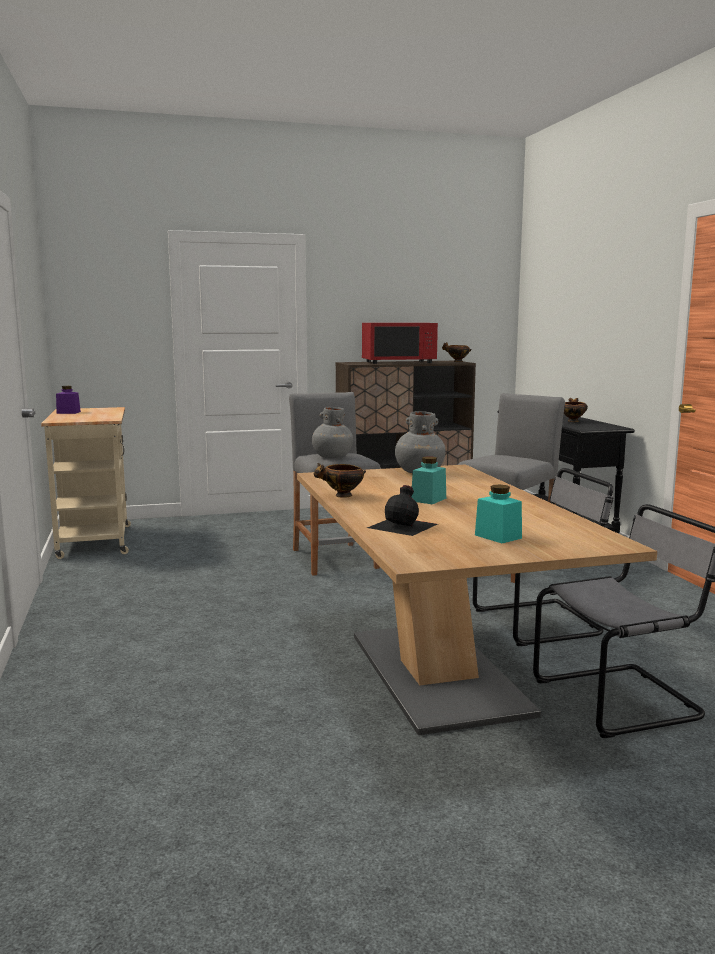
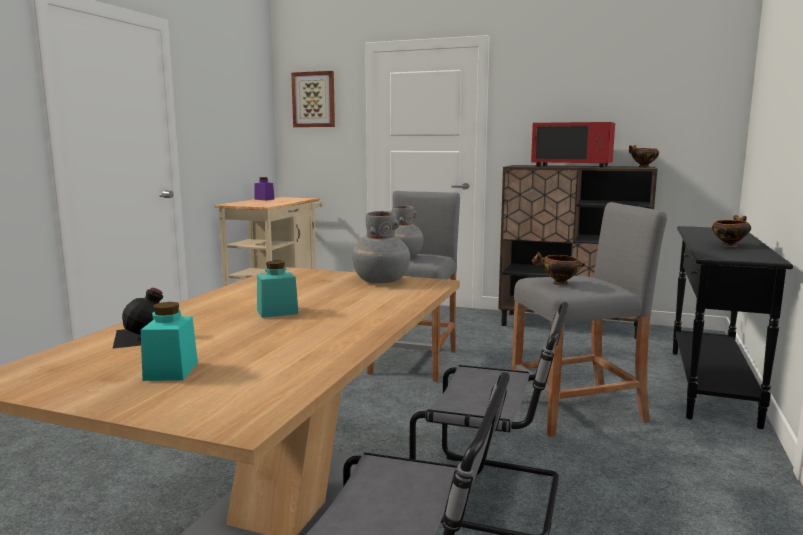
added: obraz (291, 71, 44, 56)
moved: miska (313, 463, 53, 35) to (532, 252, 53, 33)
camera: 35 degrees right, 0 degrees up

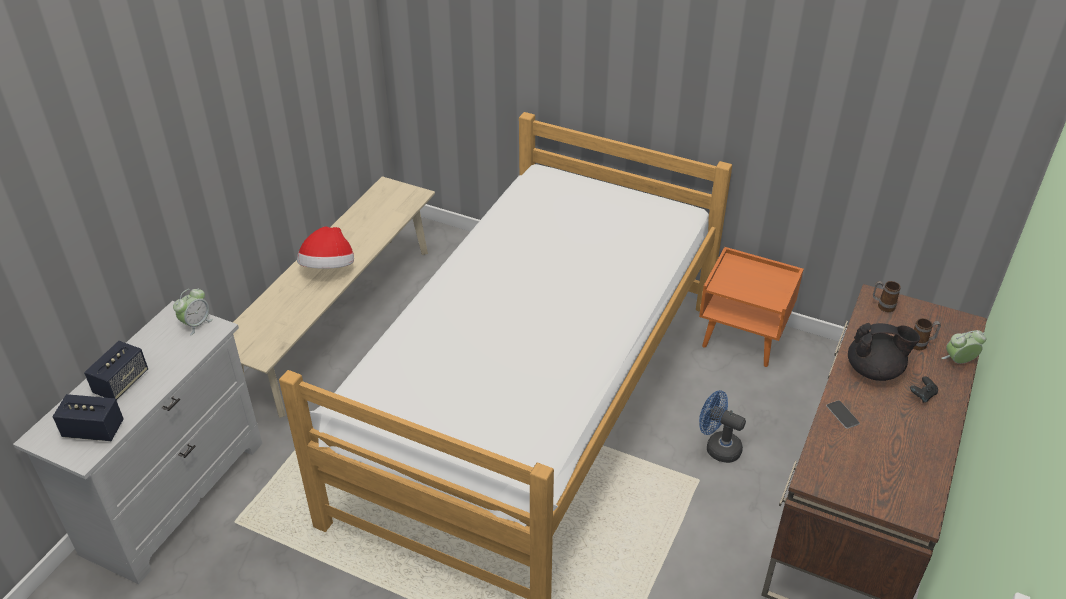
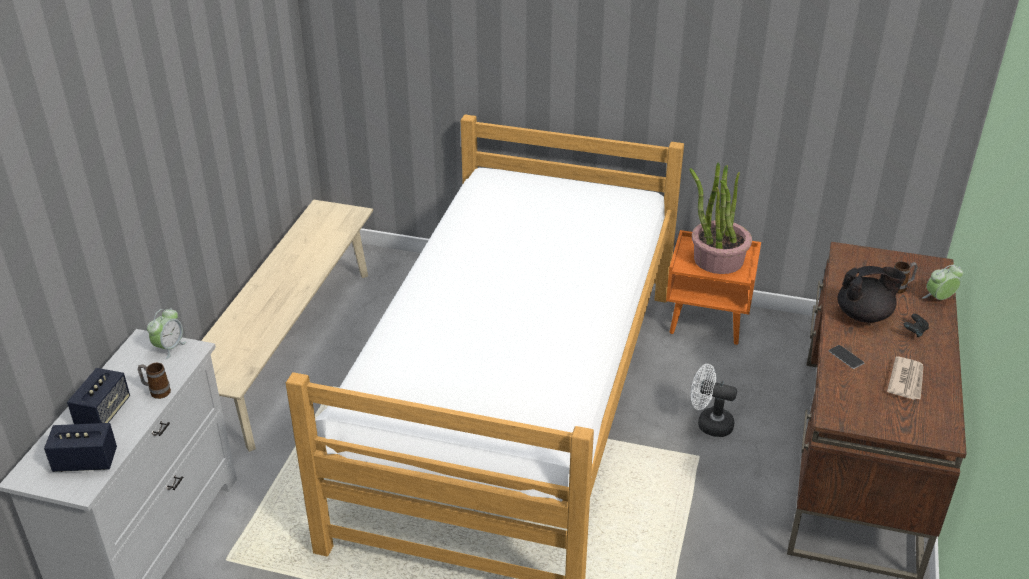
removed: kapelusz (297, 226, 57, 43)
added: roślina doniczkowa (690, 162, 62, 112); gazeta (887, 356, 36, 44)
moved: kubek (873, 281, 28, 31) to (138, 363, 33, 36)
recoloured: wentylator [niebieski] (699, 390, 47, 73) to wentylator [biały] (691, 364, 46, 73)
camera: 10 degrees left, 5 degrees down

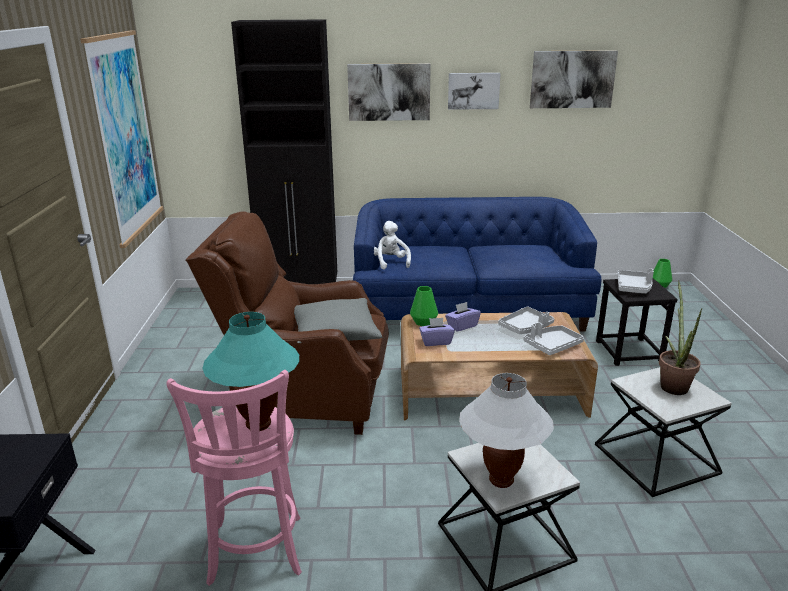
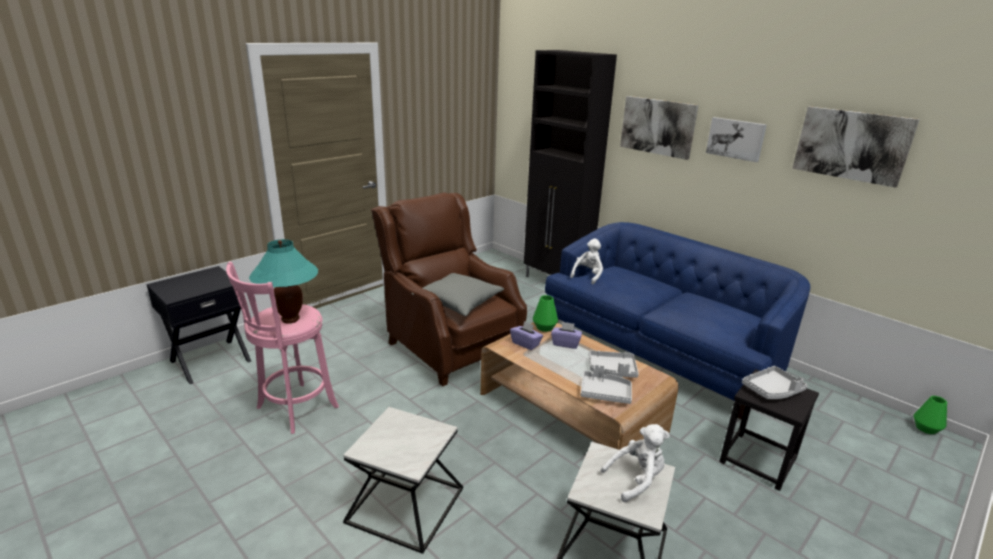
removed: obraz (80, 30, 83, 218); lampa stołowa [biały] (459, 373, 95, 115)
replaced: roślina doniczkowa (659, 280, 43, 115) to pluszak [biały] (601, 424, 69, 78)
camera: 45 degrees right, 0 degrees up

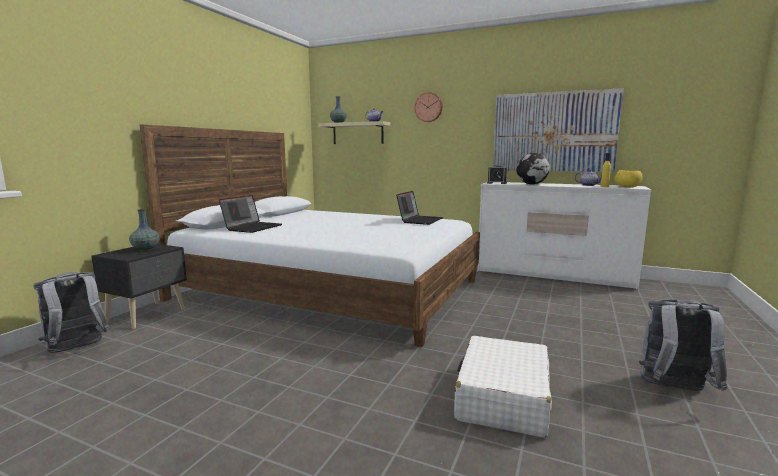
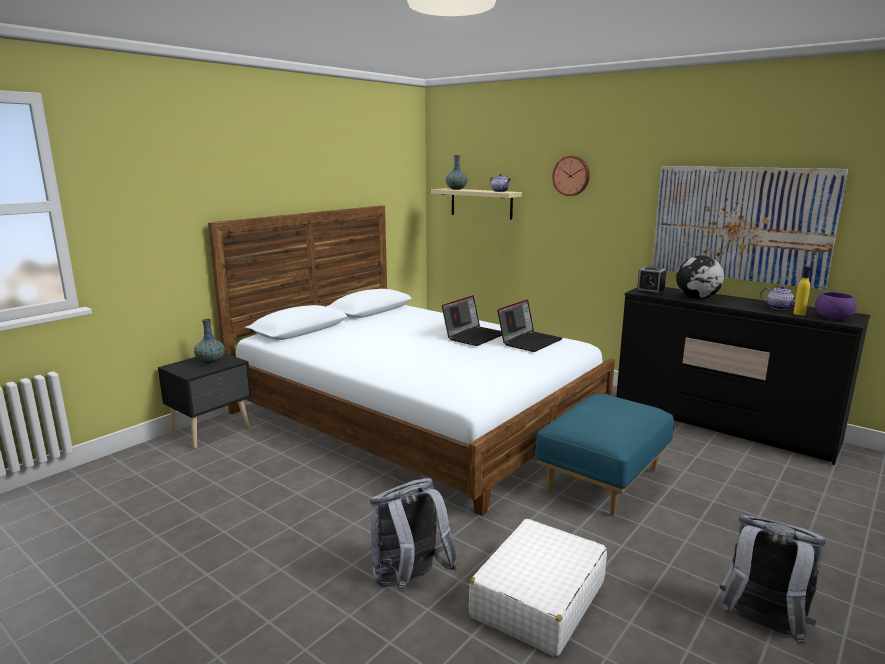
added: pufa [niebieski] (535, 394, 139, 122)
moved: plecak [szary] (34, 272, 77, 81) to (370, 478, 89, 114); laptop (219, 195, 63, 38) to (442, 295, 60, 51)
recoloured: komoda [biały] (477, 182, 175, 108) to komoda [czarny] (616, 287, 254, 178); miska [żółty] (615, 170, 28, 18) to miska [fioletowy] (815, 292, 42, 27)
camera: 15 degrees right, 5 degrees up

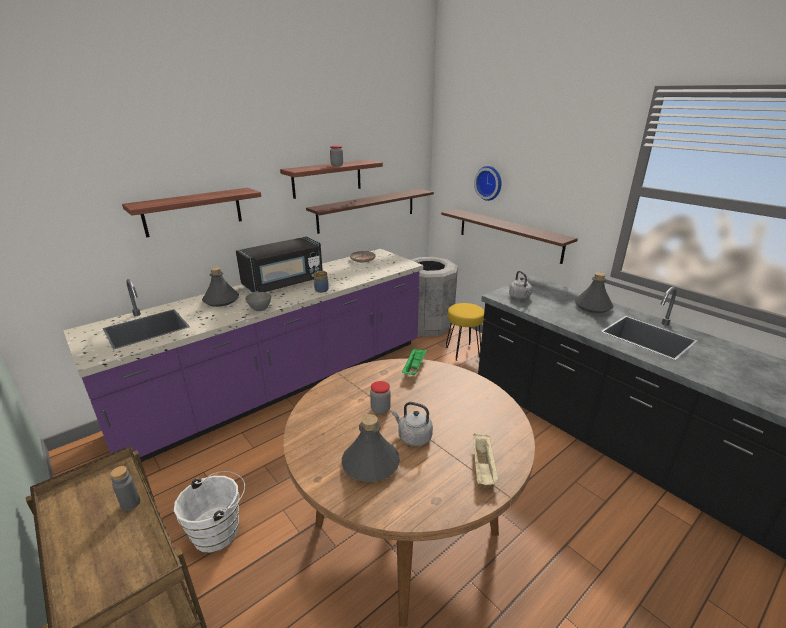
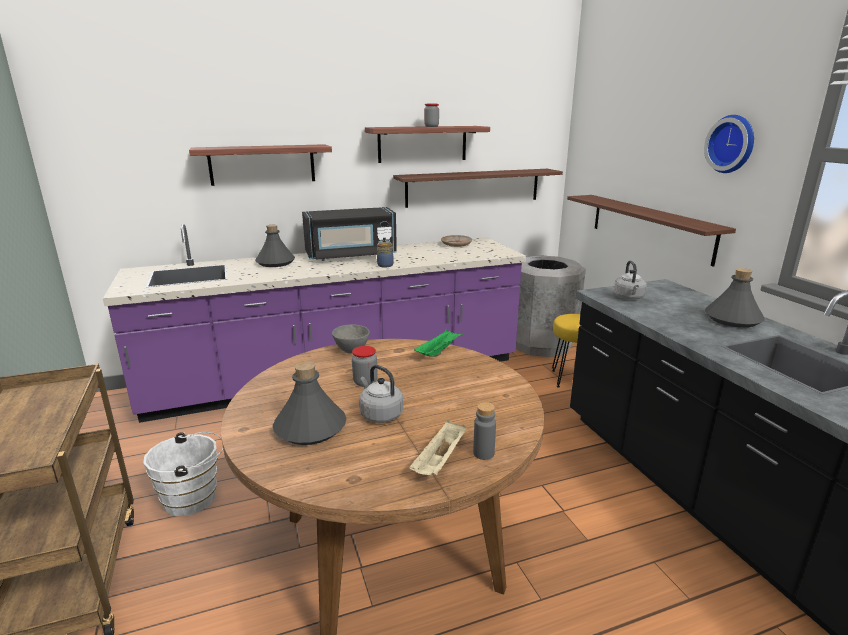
moved: miska [szary] (245, 292, 26, 19) to (332, 324, 37, 30); butelka [szary] (110, 466, 30, 45) to (473, 402, 23, 58); zegar ścienny (474, 166, 28, 35) to (704, 115, 50, 58)
camera: 20 degrees right, 5 degrees down

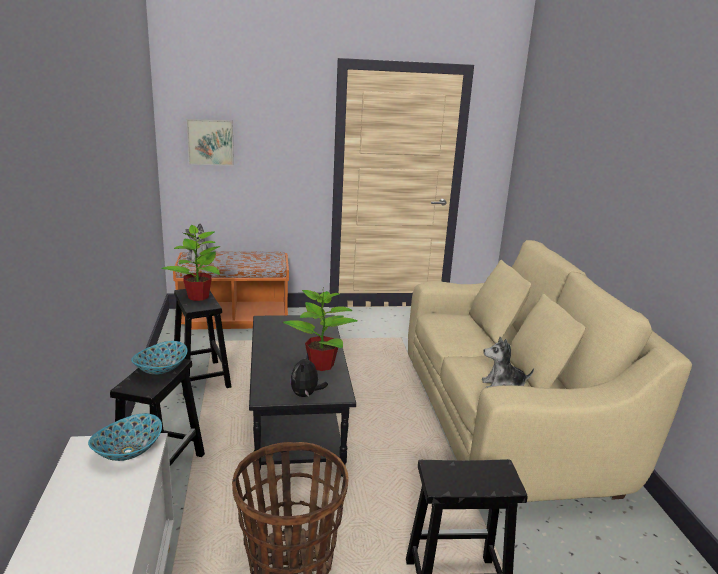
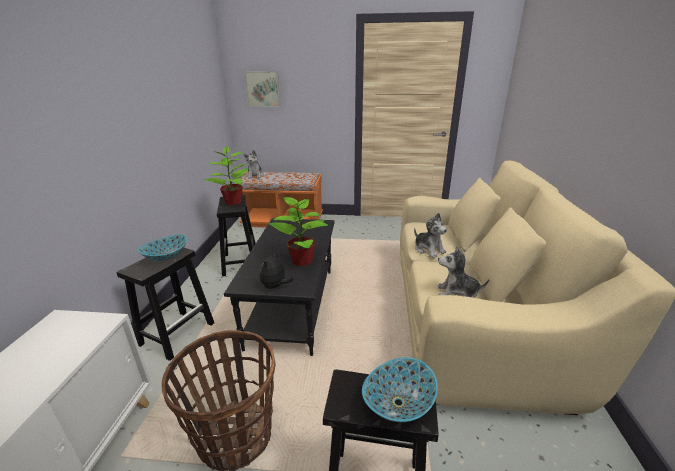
added: pluszak (414, 213, 33, 45)
moved: miska (88, 413, 74, 48) to (362, 357, 76, 65)
camera: 15 degrees right, 5 degrees up

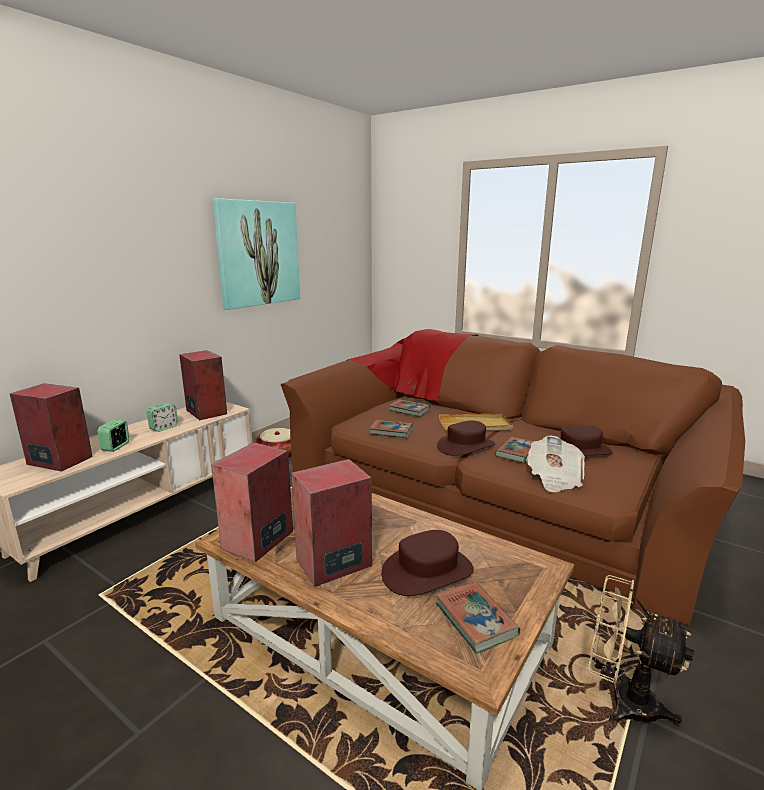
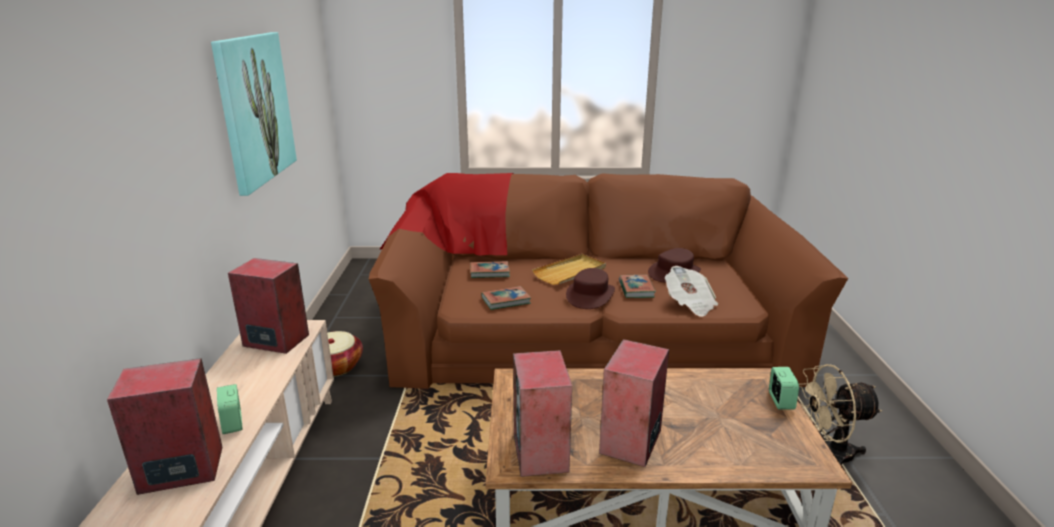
removed: kapelusz [brązowy] (381, 530, 93, 66); książka (436, 582, 84, 72)
moved: budzik (146, 403, 32, 29) to (769, 367, 30, 43)
camera: 35 degrees left, 5 degrees up

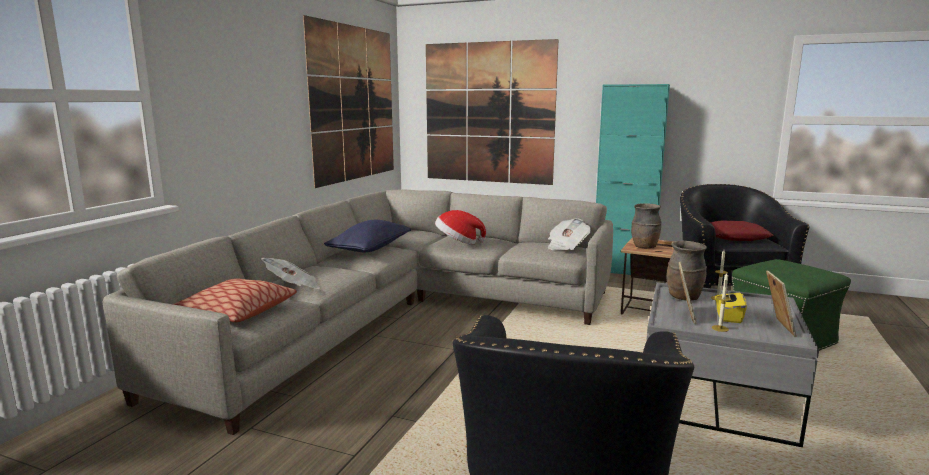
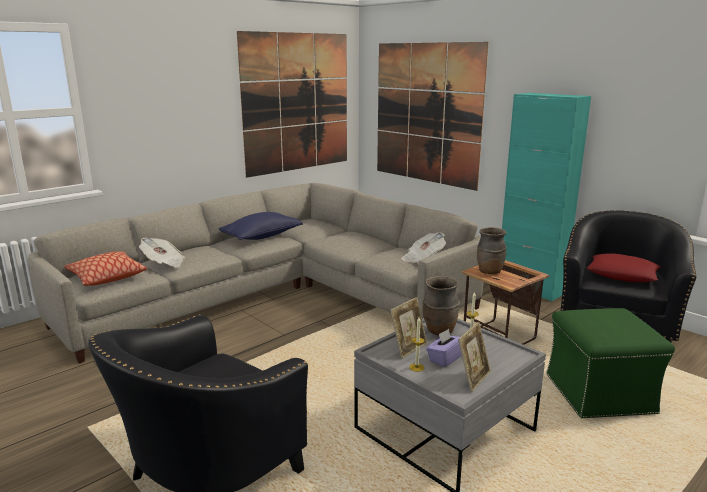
removed: kapelusz (435, 210, 51, 35)
recoloured: pudełko chusteczek [żółty] (715, 287, 32, 36) to pudełko chusteczek [fioletowy] (426, 329, 36, 38)
camera: 25 degrees right, 5 degrees up

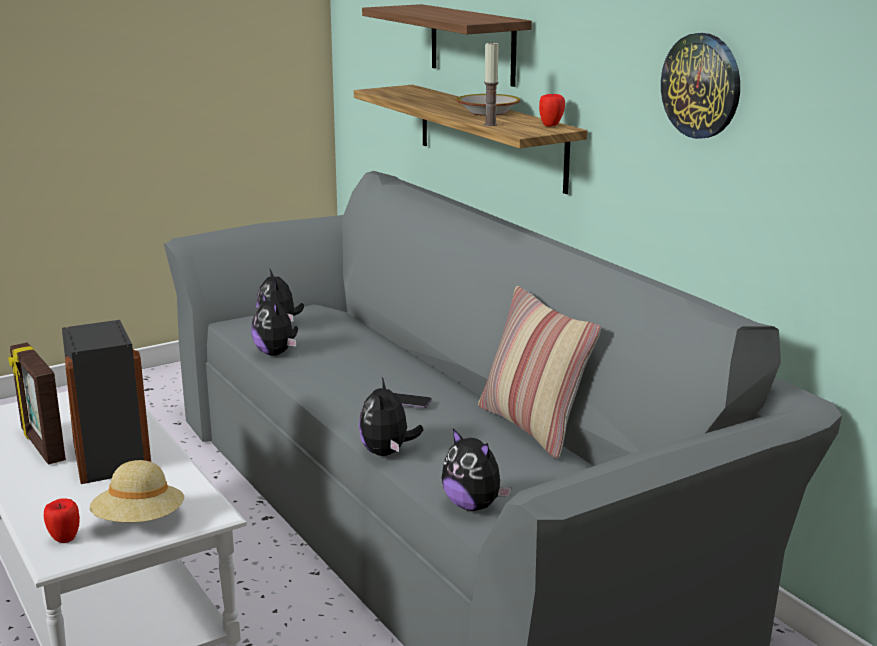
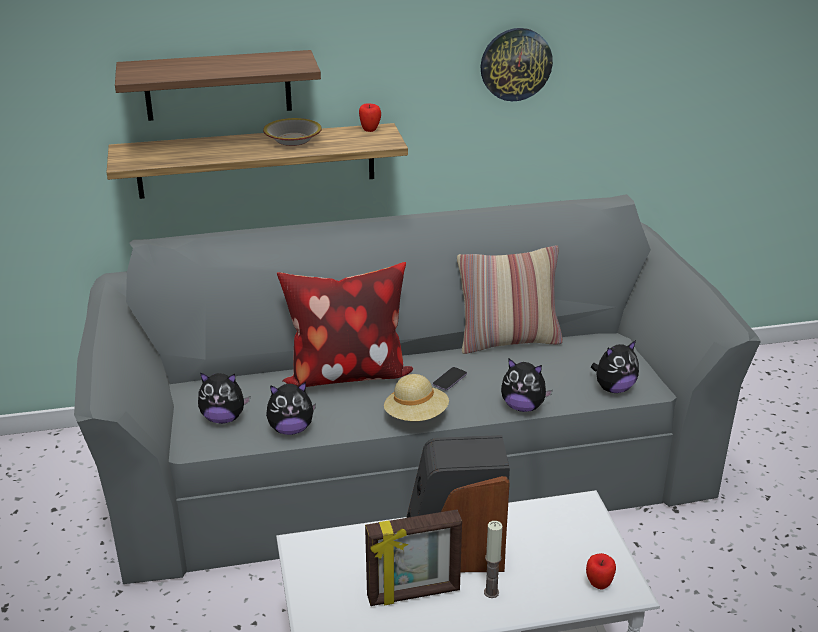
added: poduszka (277, 262, 136, 125)
moved: kapelusz [beżowy] (90, 460, 94, 62) to (384, 374, 65, 47); świeca (484, 43, 15, 83) to (484, 521, 19, 77)
camera: 70 degrees left, 10 degrees up

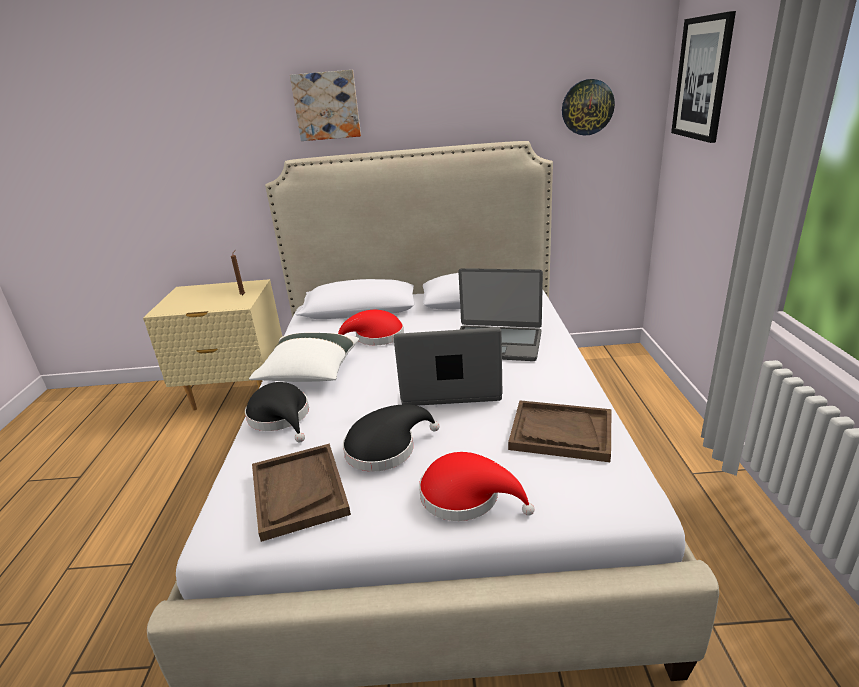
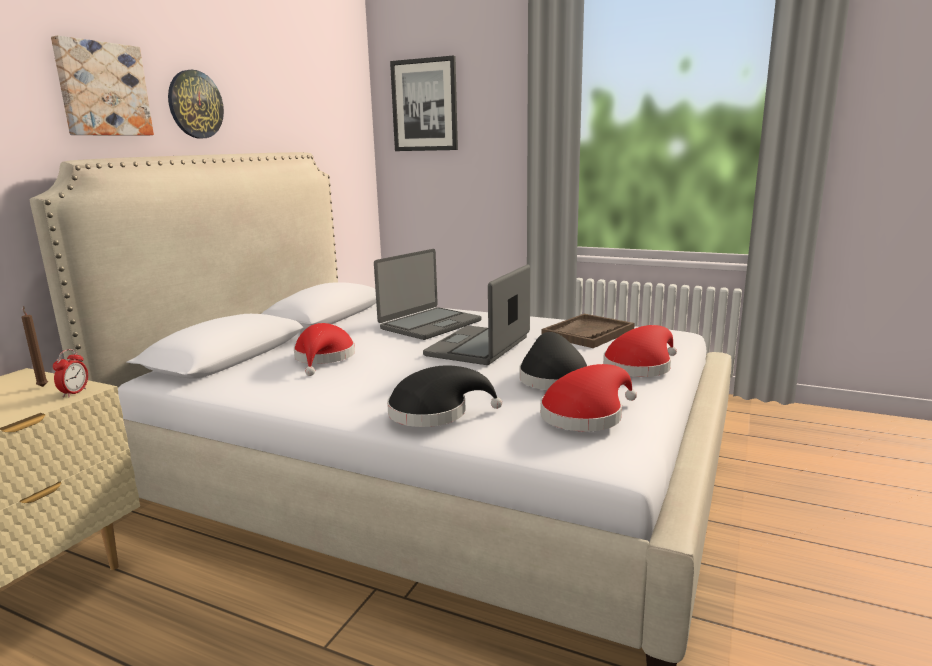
removed: poduszka [biały] (249, 333, 110, 49)
added: budzik (53, 349, 35, 48)
moved: zegar ścienny (562, 79, 53, 57) to (168, 70, 56, 68)
replaced: taca [brązowy] (252, 443, 99, 99) to kapelusz [czerwony] (540, 364, 97, 68)
camera: 65 degrees left, 10 degrees down

